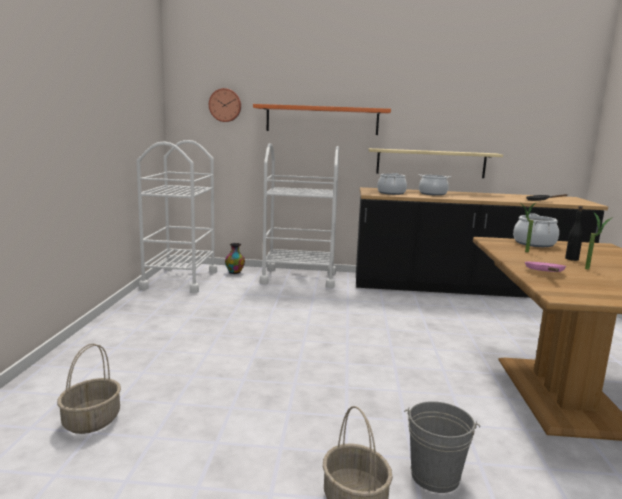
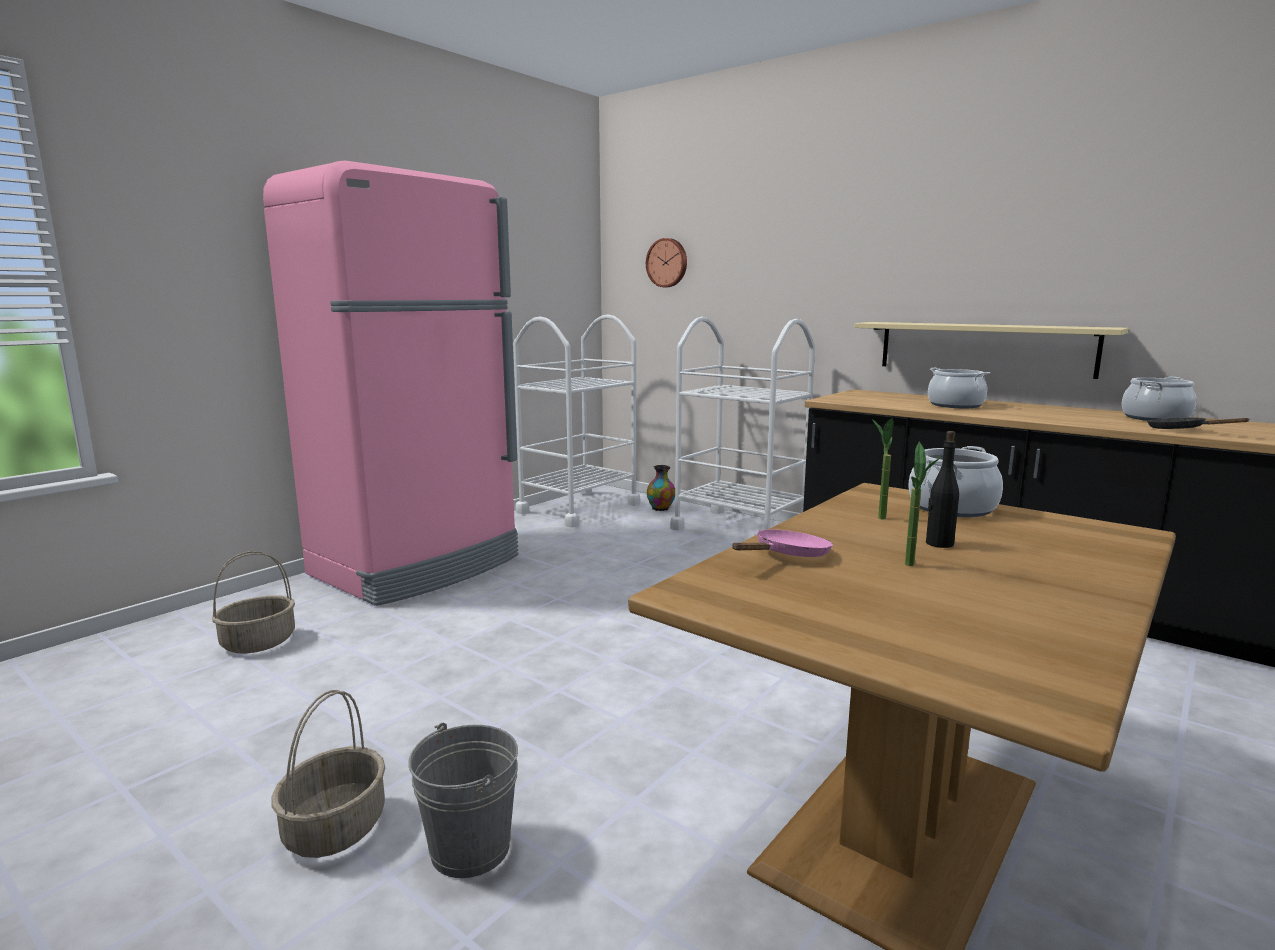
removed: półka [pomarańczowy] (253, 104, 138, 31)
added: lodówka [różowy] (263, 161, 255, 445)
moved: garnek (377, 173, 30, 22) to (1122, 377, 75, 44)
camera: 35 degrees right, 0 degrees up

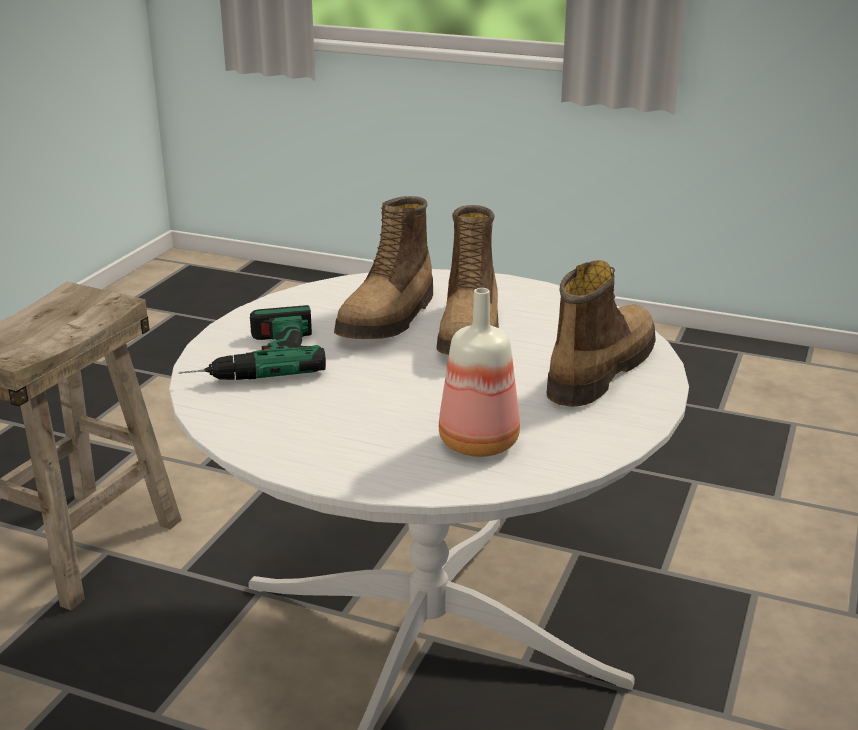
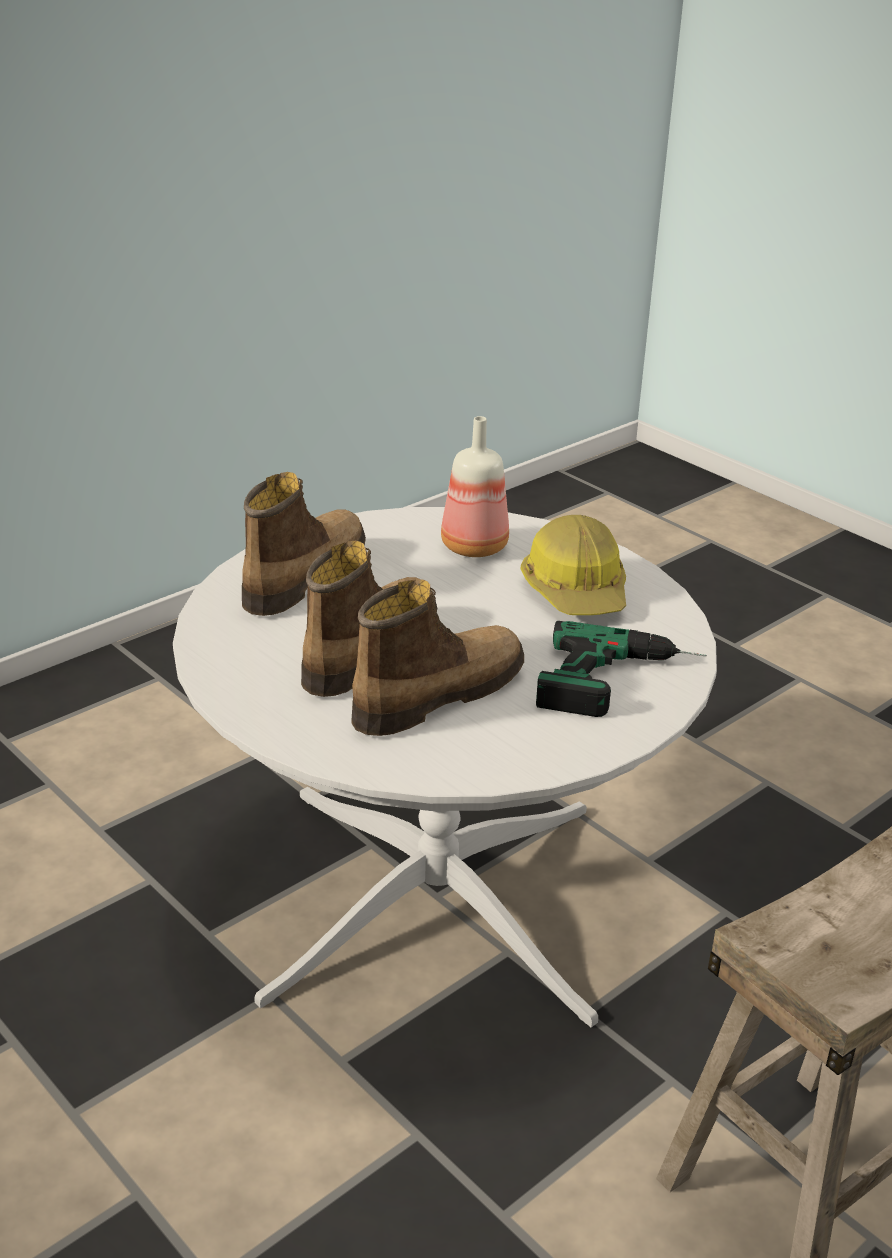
added: kask (520, 515, 106, 100)
turned: but z cholewką (546, 260, 110, 147) = (242, 472, 124, 144) 150 degrees clockwise
camera: 155 degrees left, 5 degrees up

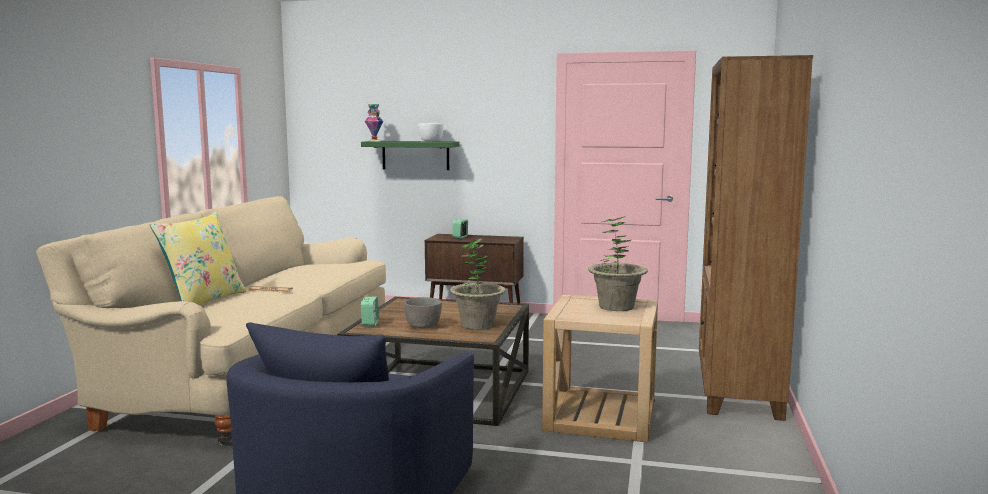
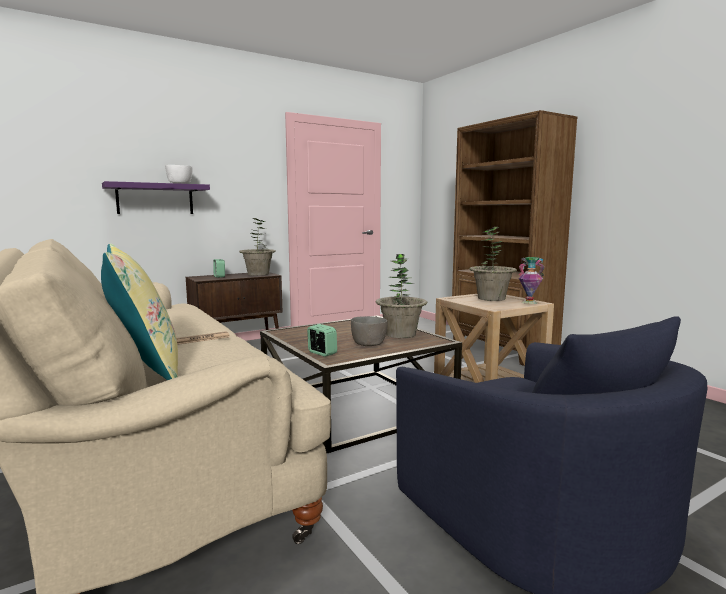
added: roślina doniczkowa (239, 218, 37, 58)
moved: wazon (365, 104, 18, 37) to (519, 257, 26, 47)
recoloured: półka [zielony] (361, 141, 98, 29) to półka [fioletowy] (102, 181, 108, 33)
camera: 45 degrees left, 0 degrees up

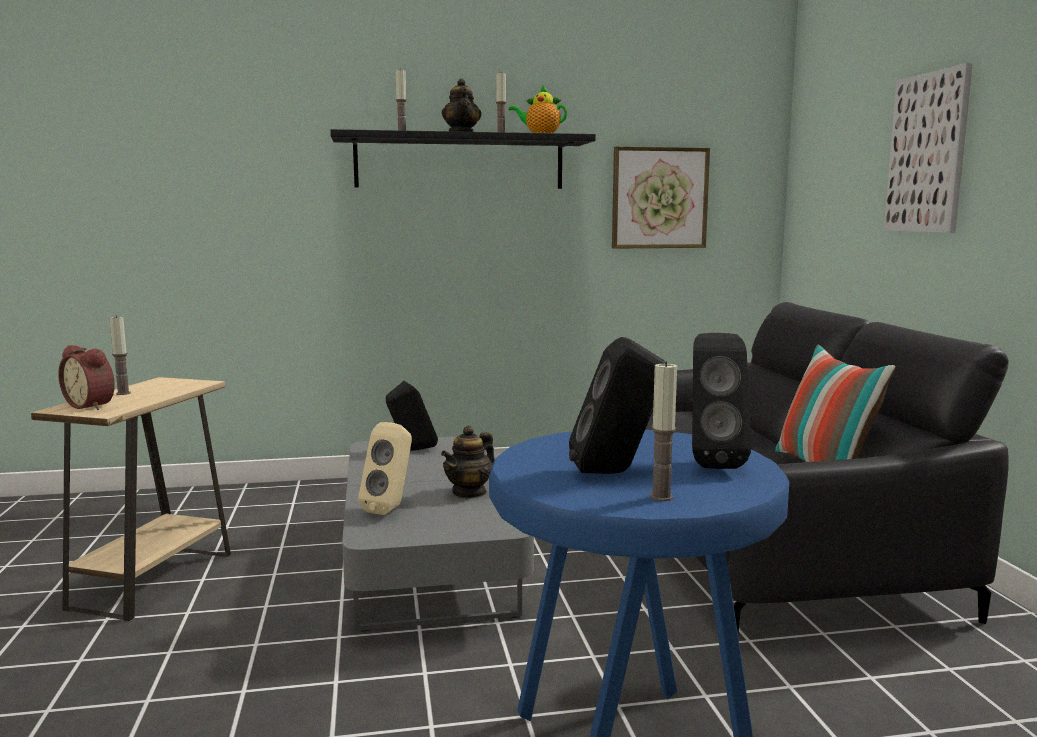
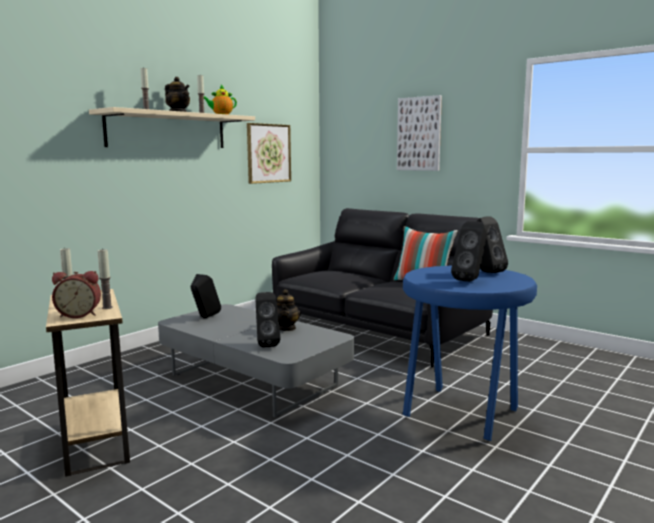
moved: świeca (650, 361, 27, 140) to (98, 248, 15, 61)
recoloured: półka [czarny] (330, 129, 266, 60) to półka [beżowy] (89, 107, 166, 41); głośnik [beżowy] (358, 422, 54, 93) to głośnik [czarny] (256, 292, 24, 55)
camera: 40 degrees left, 0 degrees up

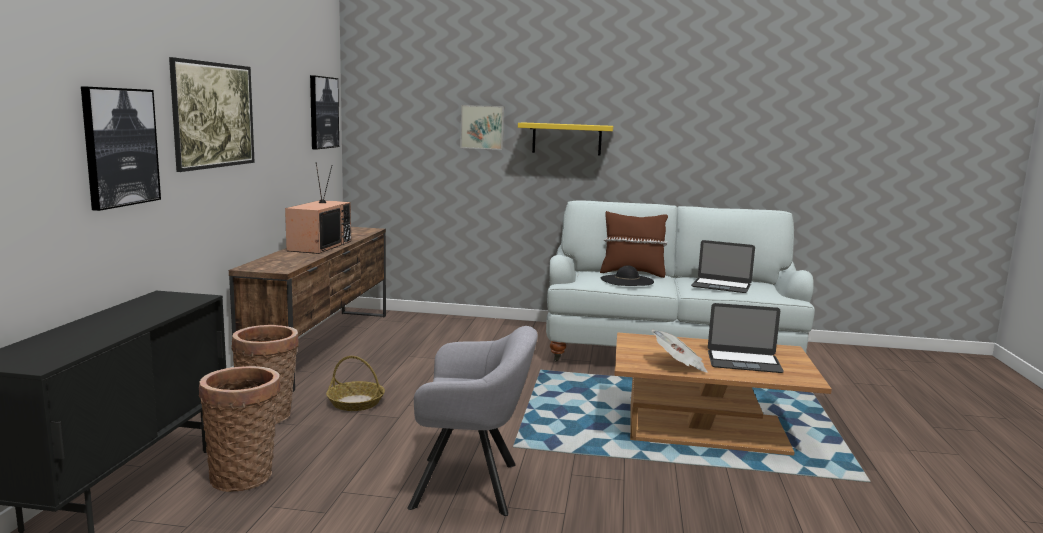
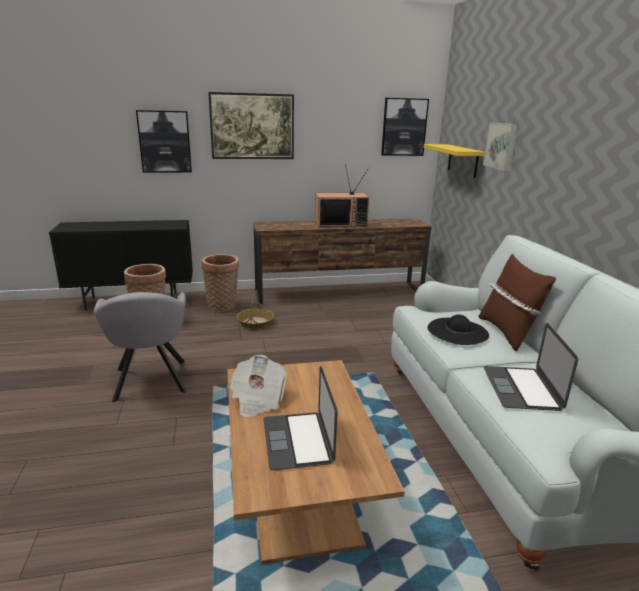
moved: półka [żółty] (518, 122, 95, 34) to (424, 144, 60, 34)
camera: 70 degrees right, 10 degrees up

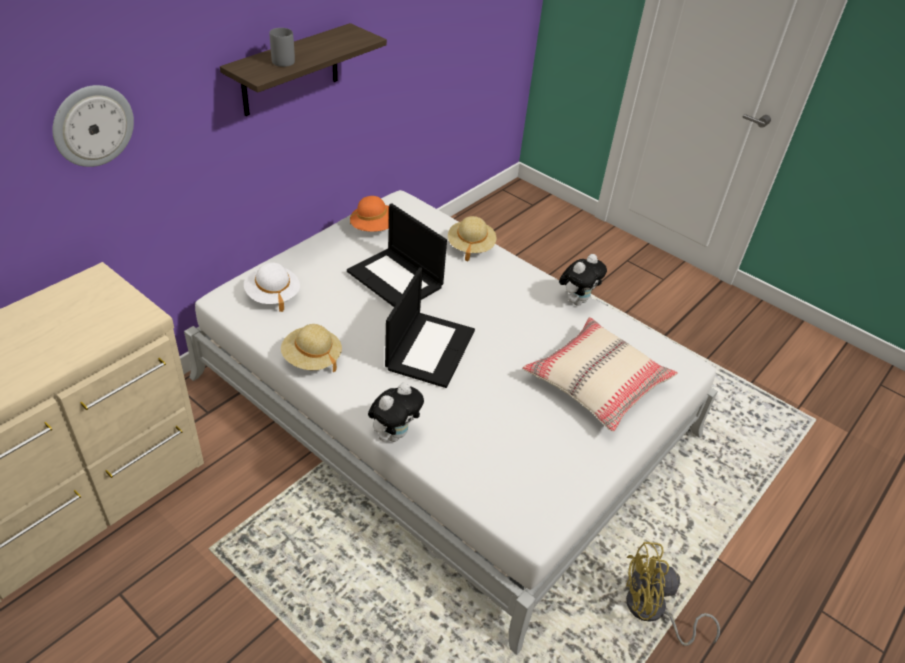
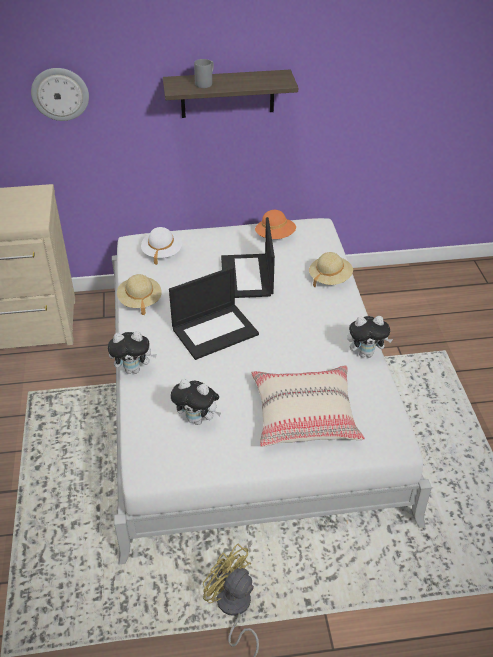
added: pluszak (171, 379, 50, 46)
camera: 45 degrees right, 0 degrees up

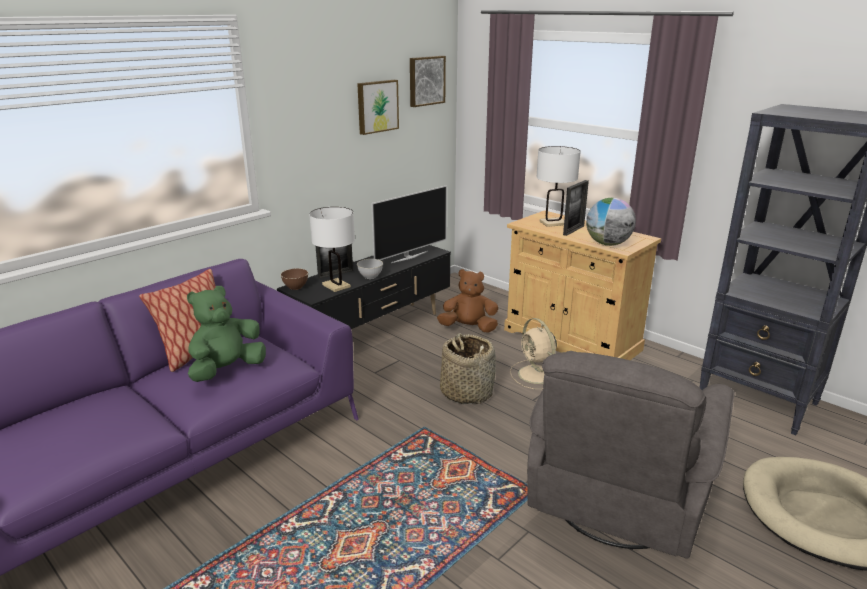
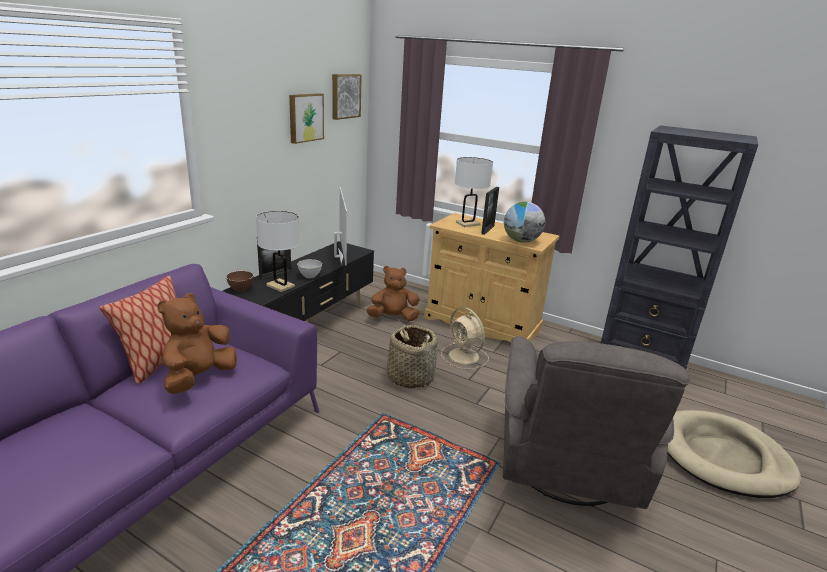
recoloured: pluszak [zielony] (187, 286, 79, 96) to pluszak [brązowy] (157, 293, 80, 101)
turned: telewizor (371, 185, 76, 78) = (334, 187, 13, 78) 45 degrees counterclockwise
camera: 15 degrees left, 0 degrees up

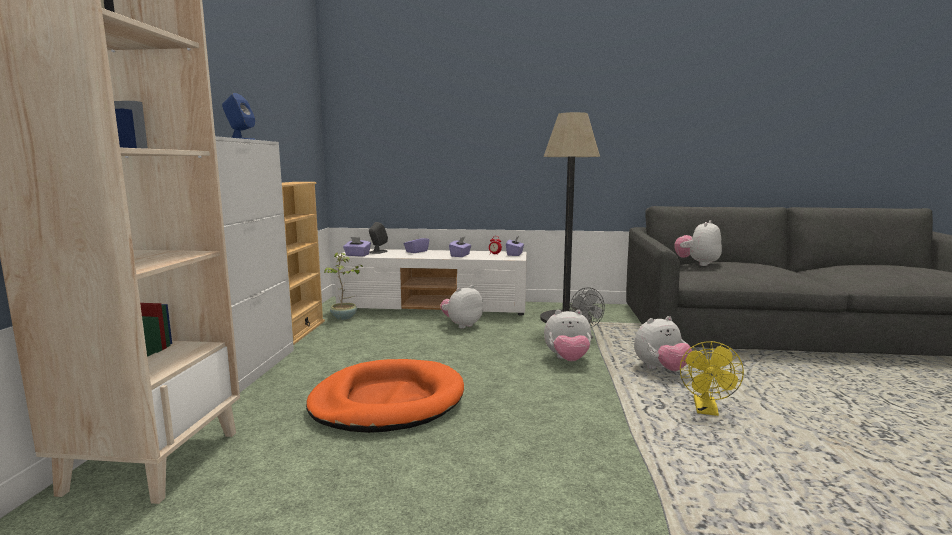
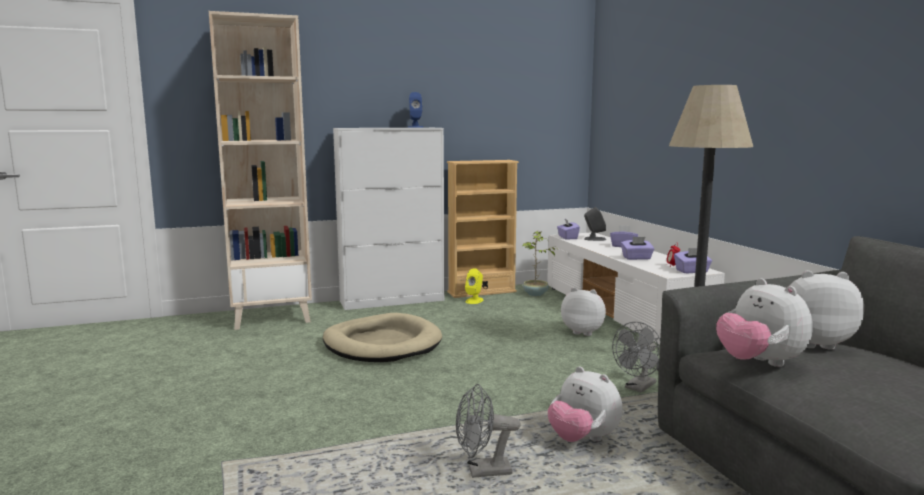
added: głośnik [żółty] (465, 268, 19, 36)
moved: pluszak (544, 310, 47, 51) to (716, 278, 97, 89)
recoloured: legowisko [pomarańczowy] (306, 359, 158, 74) to legowisko [beżowy] (323, 313, 119, 49); wentylator [żółty] (680, 341, 64, 75) to wentylator [szary] (456, 384, 65, 94)
camera: 65 degrees right, 0 degrees up

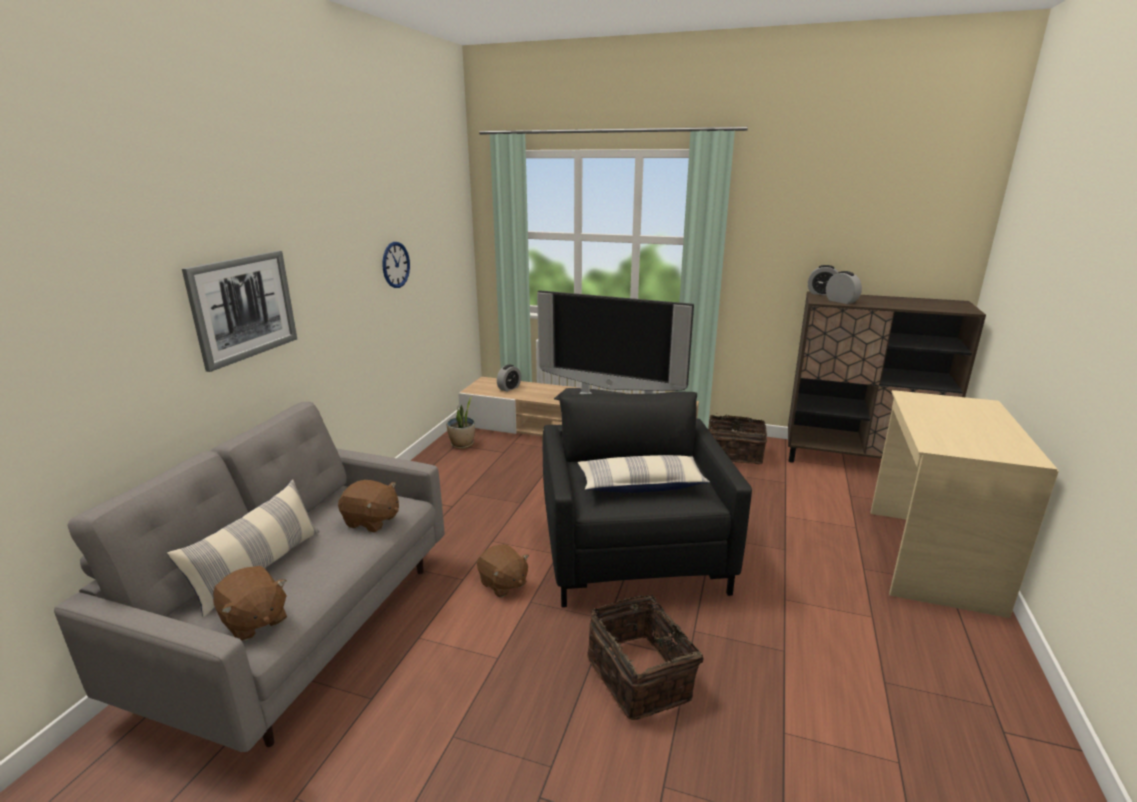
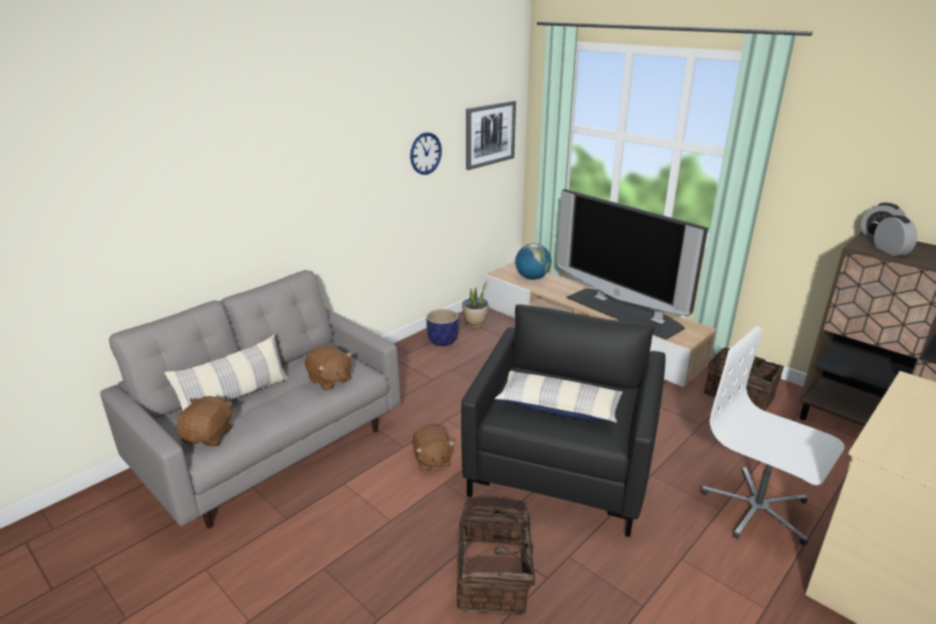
added: donica (426, 309, 33, 37); krzesło biurowe [biały] (701, 326, 144, 219)
moved: obraz (182, 251, 115, 121) to (466, 100, 50, 70)
replaced: budzik (497, 365, 24, 27) to globus (515, 243, 37, 37)
turned: pluszak [brązowy] (213, 566, 74, 76) = (177, 396, 56, 50) 150 degrees counterclockwise
camera: 25 degrees right, 5 degrees up

